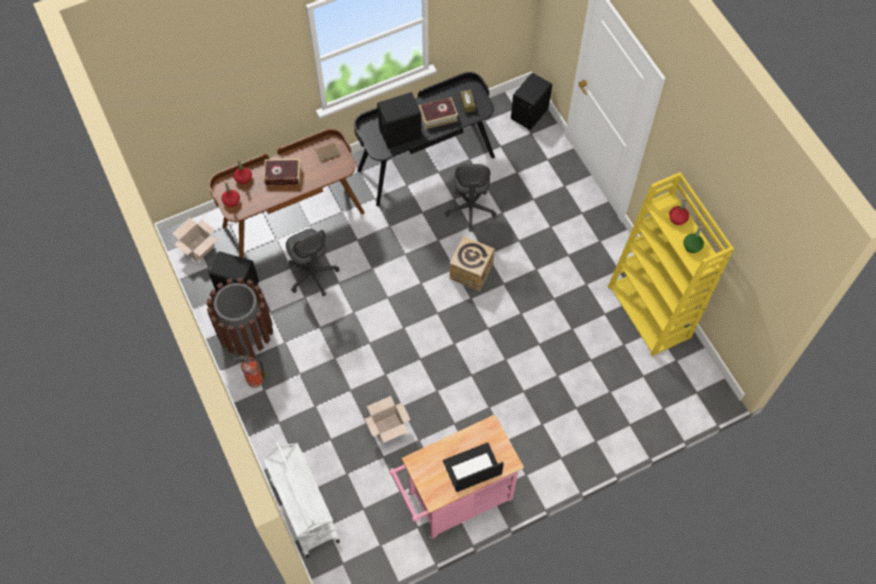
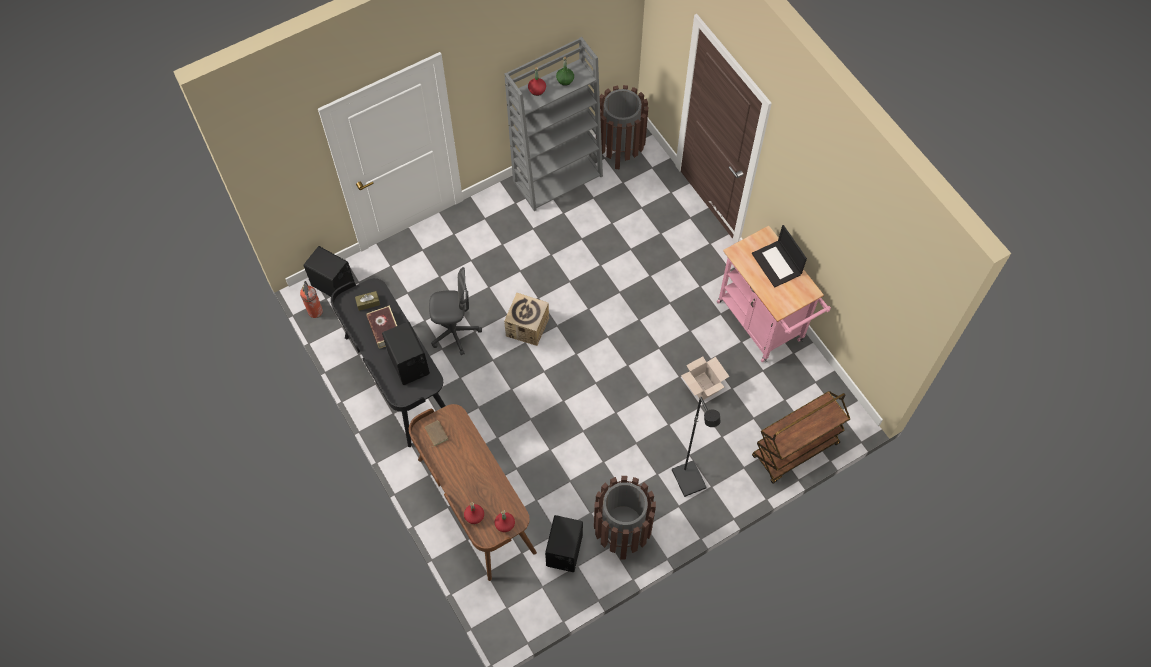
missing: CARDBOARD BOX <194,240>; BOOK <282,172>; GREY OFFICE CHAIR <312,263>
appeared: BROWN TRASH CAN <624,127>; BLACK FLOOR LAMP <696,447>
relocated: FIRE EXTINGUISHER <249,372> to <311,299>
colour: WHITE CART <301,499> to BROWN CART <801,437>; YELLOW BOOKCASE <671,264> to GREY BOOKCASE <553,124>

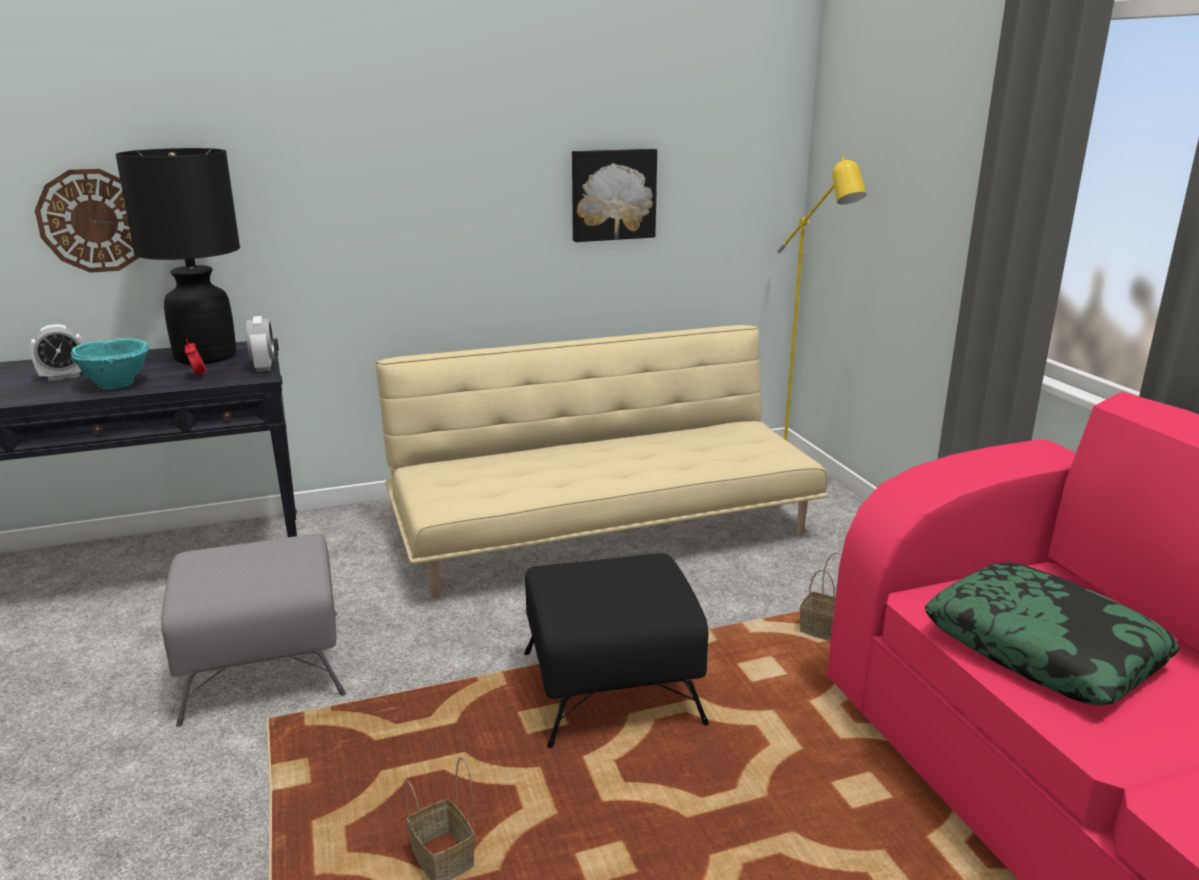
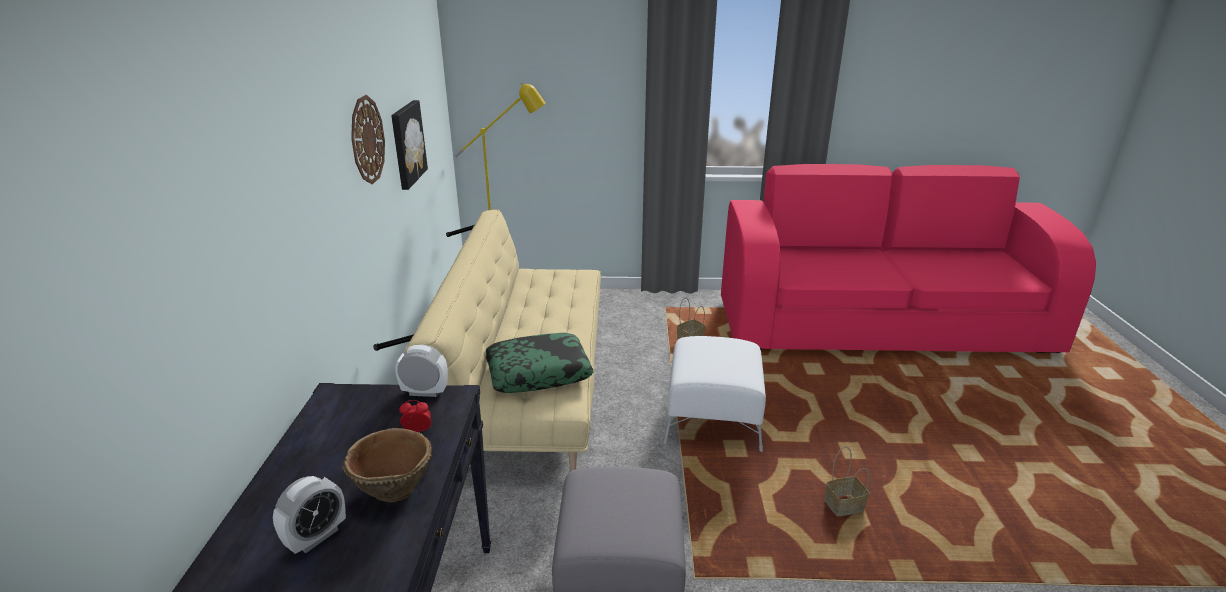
missing: BLACK TABLE LAMP <177,256>
relocated: WALL CLOCK <87,221> to <368,139>; PILLOW <1052,634> to <540,363>
colour: TURQUOISE BOWL <110,364> to BROWN BOWL <387,465>; BLACK OTTOMAN <616,650> to WHITE OTTOMAN <714,394>
spun: ALARM CLOCK <57,352> = <309,515> 45 degrees clockwise

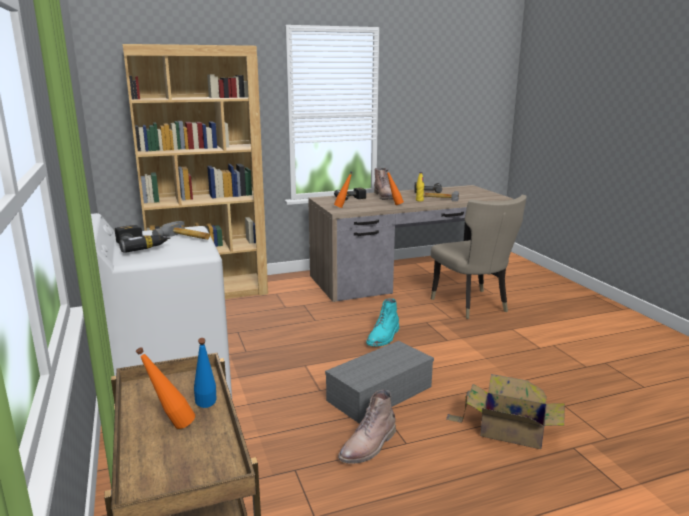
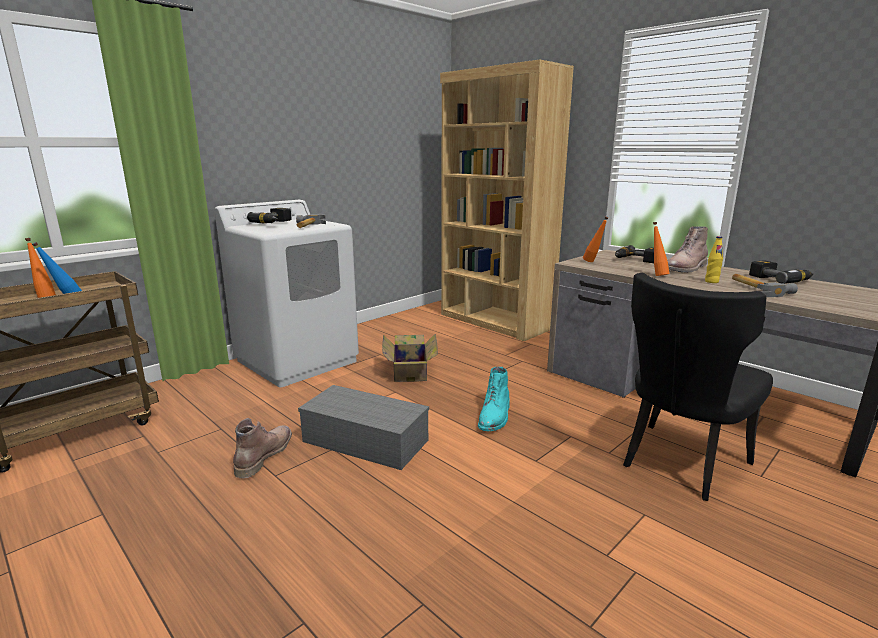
relocated: CARDBOARD BOX <505,411> to <410,358>
colour: BEIGE CHAIR <479,257> to BLACK CHAIR <698,387>
spun: BROWN BOOT <367,427> = <262,448> 90 degrees clockwise; TURQUOISE BOOT <382,322> = <494,399> 75 degrees counterclockwise

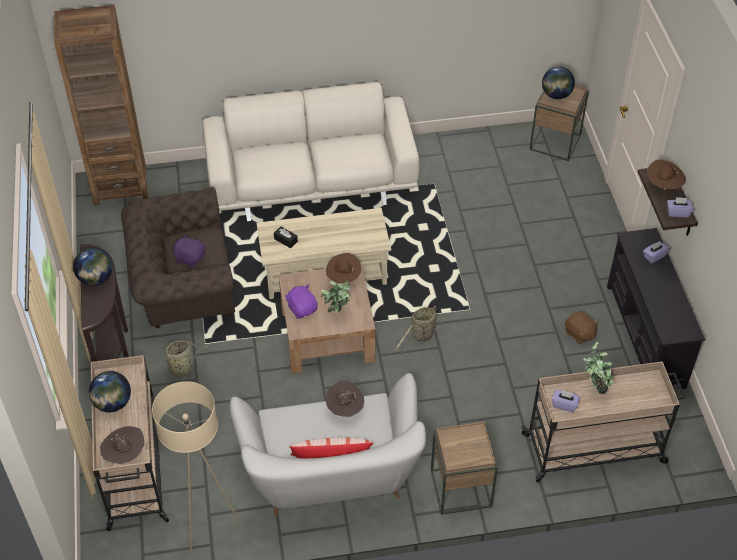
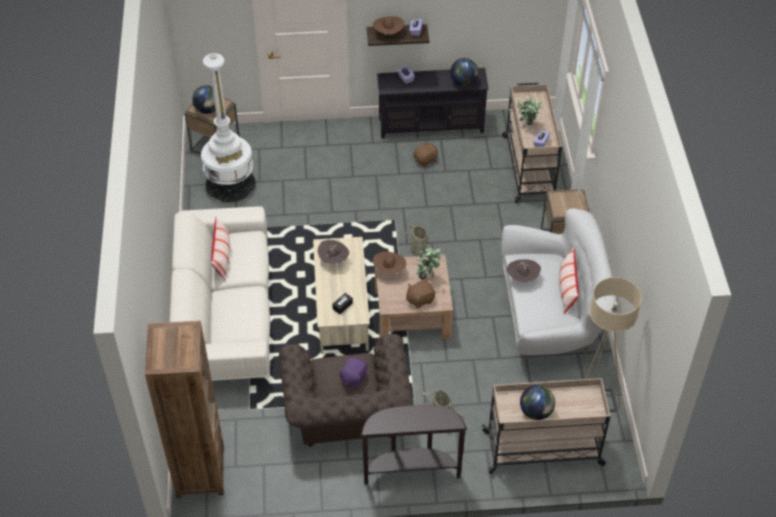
appeared: WHITE FLOOR LAMP <228,128>; PILLOW <220,249>
relocated: GLOBE <93,266> to <464,72>; BROWN HAT <122,445> to <333,252>
colour: PURPLE PLUSH TOY <301,302> to BROWN PLUSH TOY <420,294>

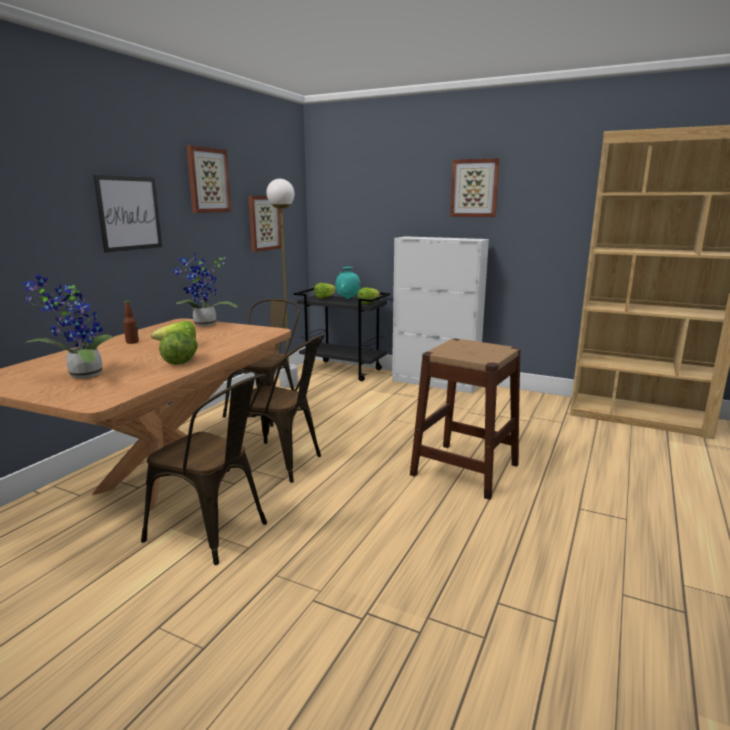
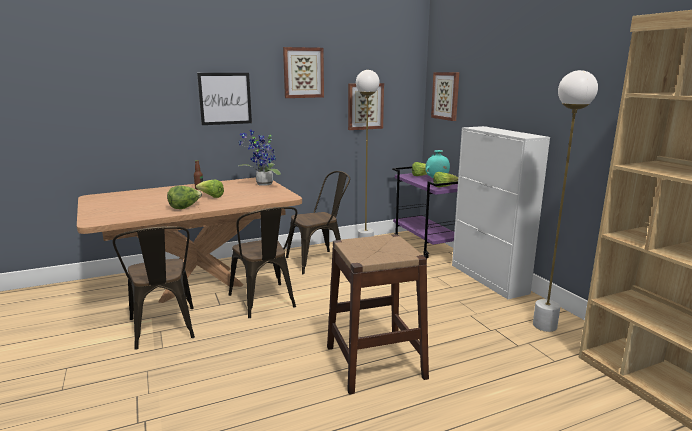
missing: POTTED PLANT <68,326>
appeared: WHITE FLOOR LAMP <565,201>
relocated: PICTURE <475,187> to <445,96>
colour: BLACK CART <342,334> to PURPLE CART <425,212>

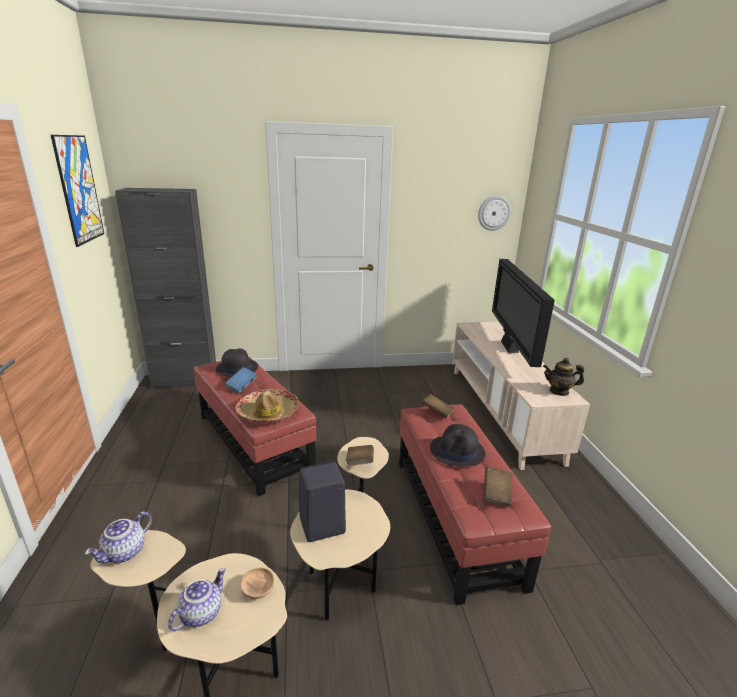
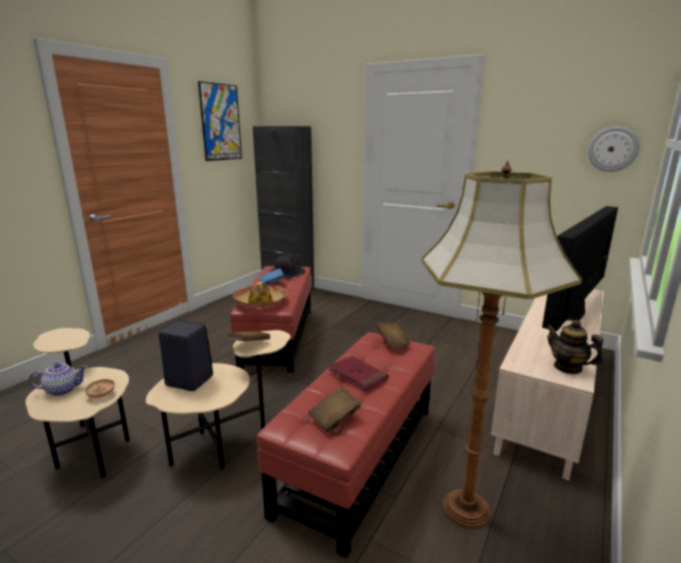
missing: TEAPOT <118,538>
appeared: FLOOR LAMP <501,344>
exchanged: BLACK HAT <457,445> to RED BOOK <359,373>

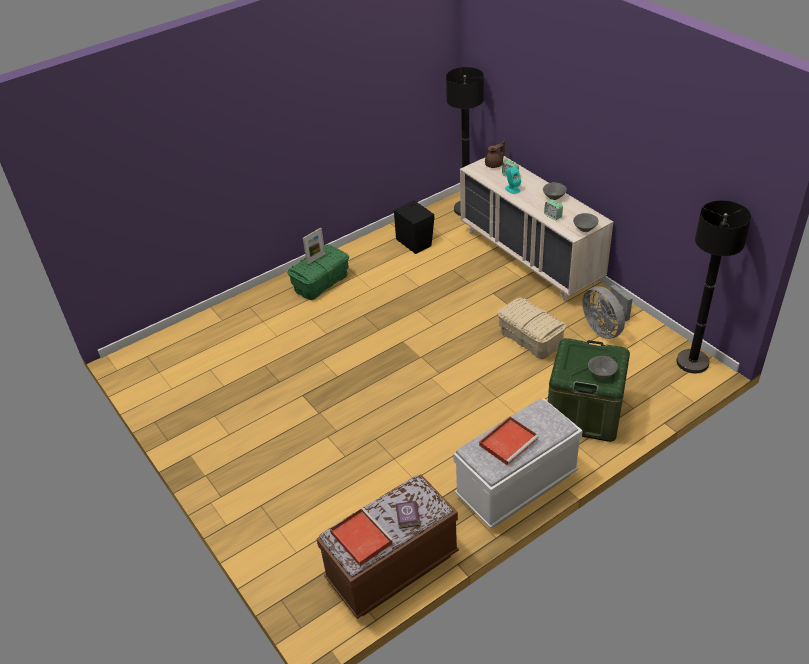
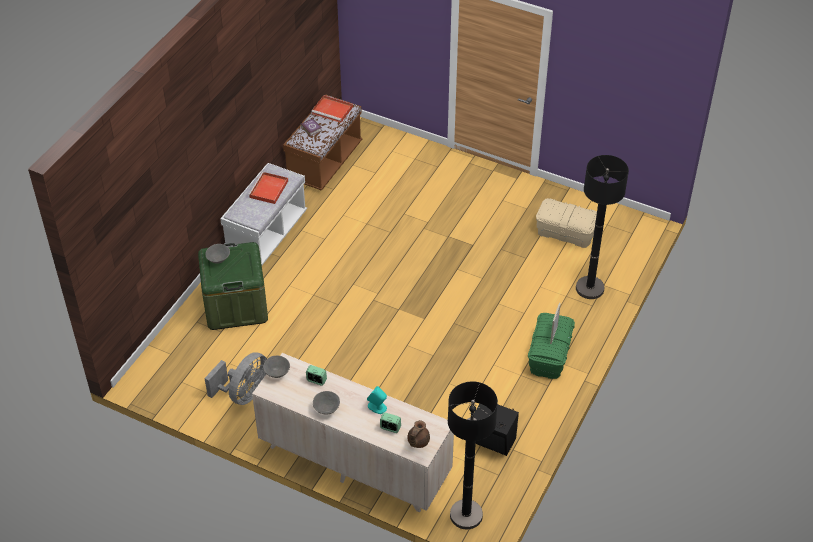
relocated: BEIGE STORAGE BOX <531,328> to <566,223>; BLACK FLOOR LAMP <713,287> to <602,227>
spun: GREY FAN <607,311> = <236,378> 90 degrees clockwise

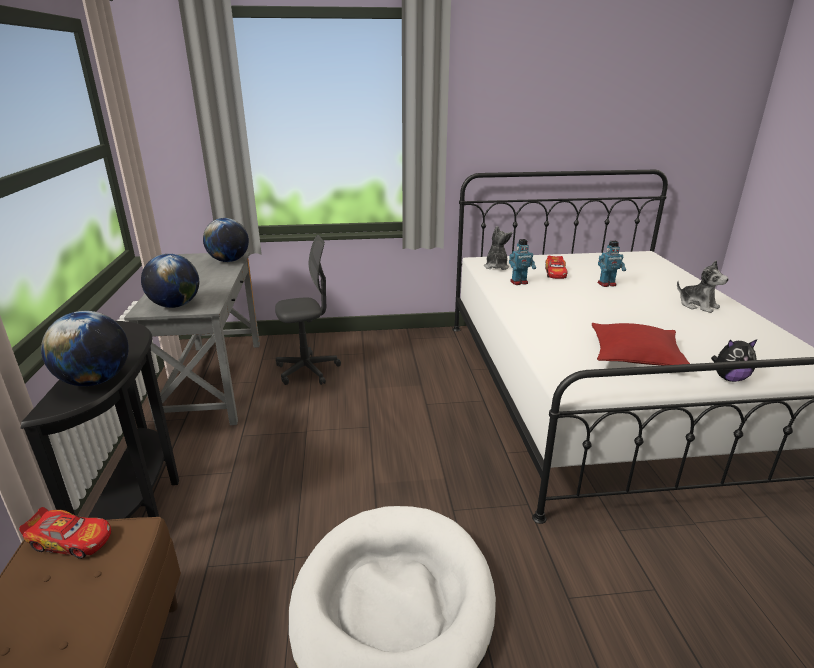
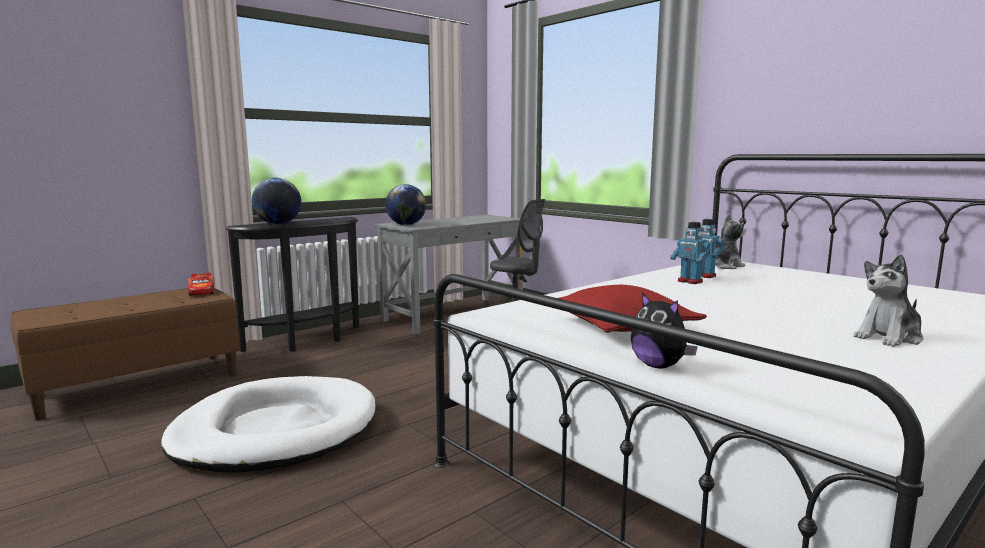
missing: GLOBE <226,240>; TOY CAR <556,267>
relocated: TOY ROBOT <612,264> to <690,253>
spun: PLUSH TOY <702,287> = <888,300> 45 degrees clockwise

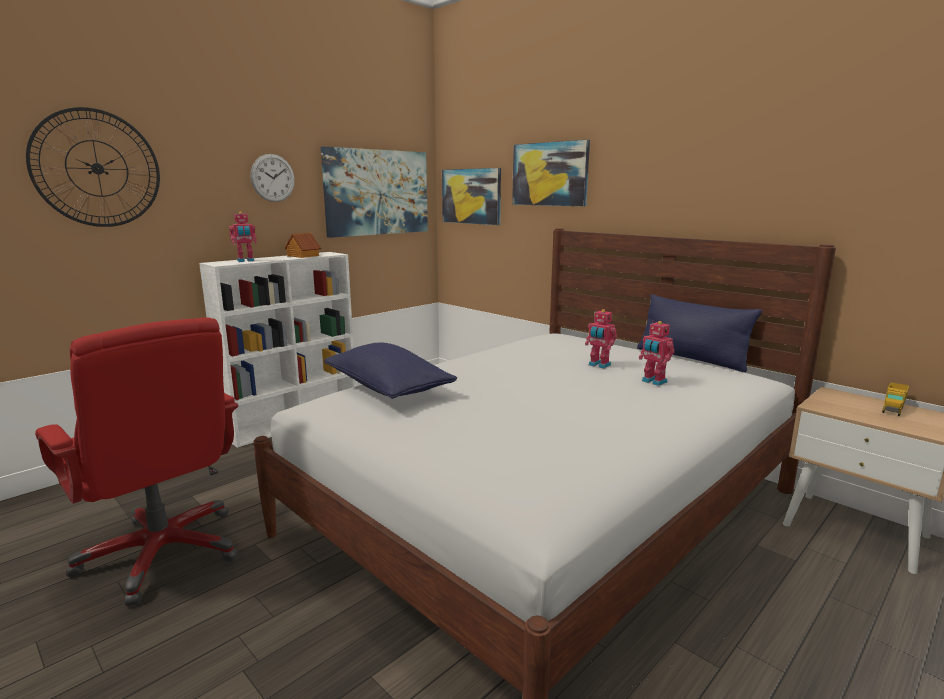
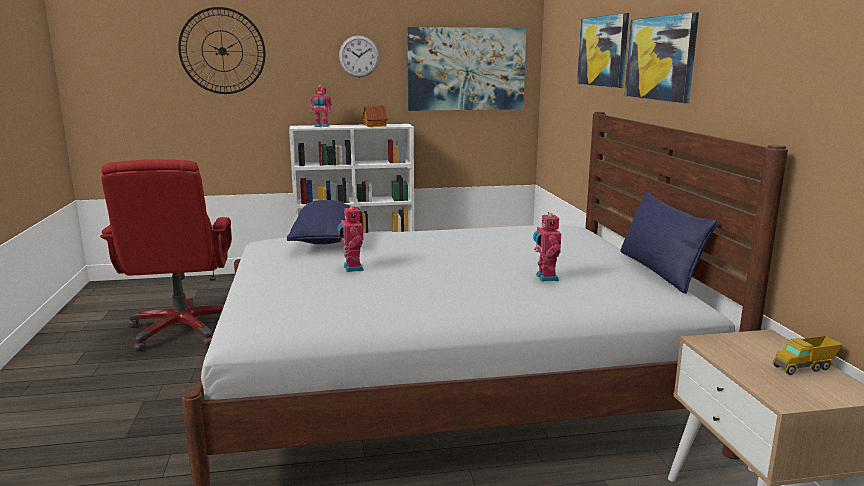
relocated: PICTURE <471,196> to <662,57>; TOY ROBOT <601,338> to <351,238>

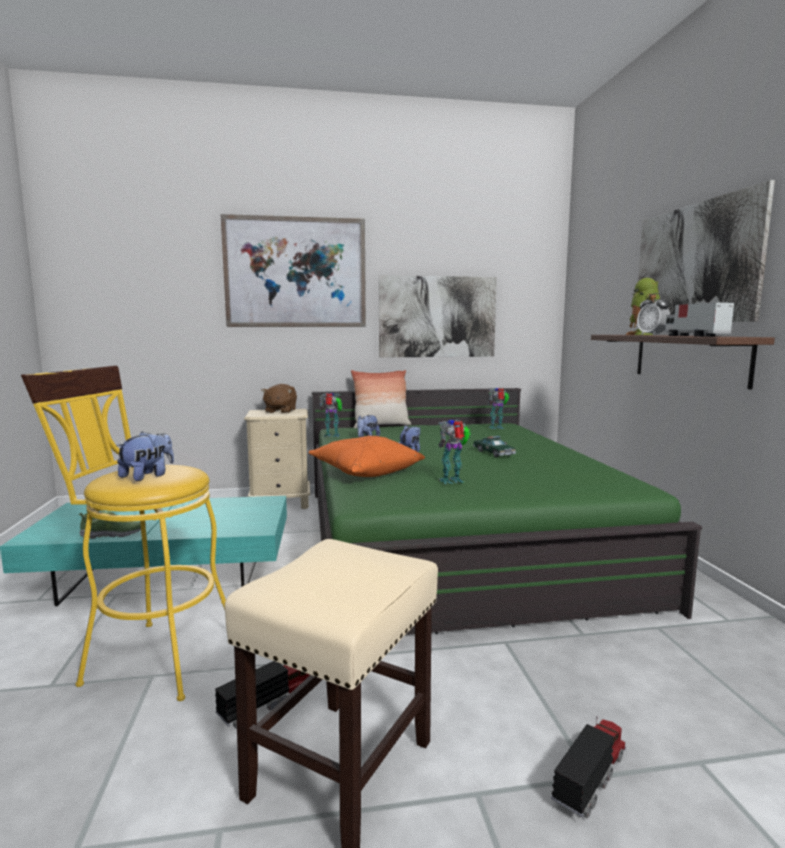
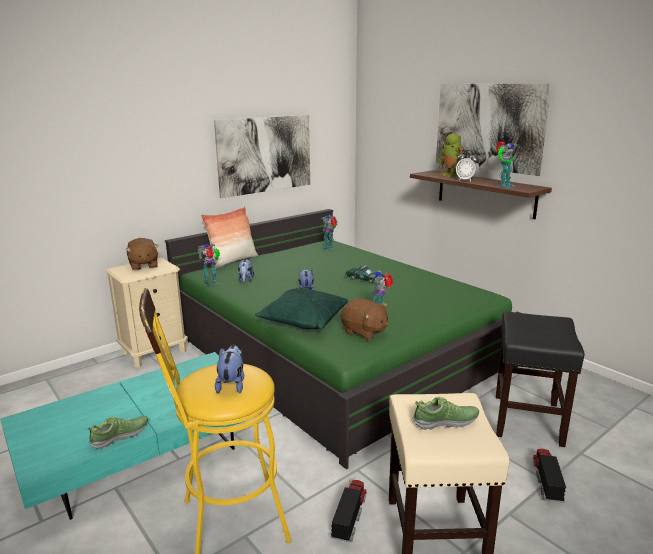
missing: PICTURE <293,270>
appeared: BROWN PLUSH TOY <364,319>; SHOE <445,413>; BLACK STOOL <540,379>
exchanged: TOY TRUCK <699,320> to TOY ROBOT <507,164>
colour: ORANGE PILLOW <366,456> to GREEN PILLOW <301,308>

